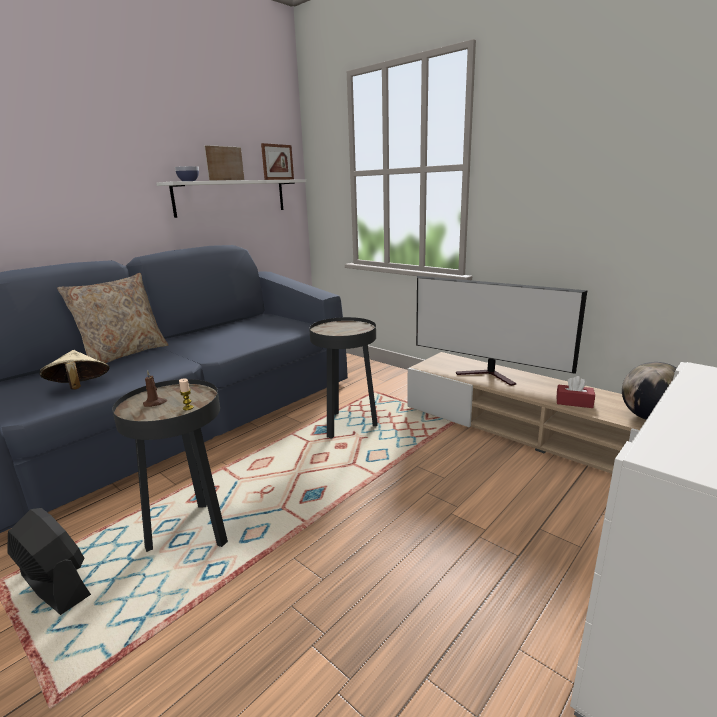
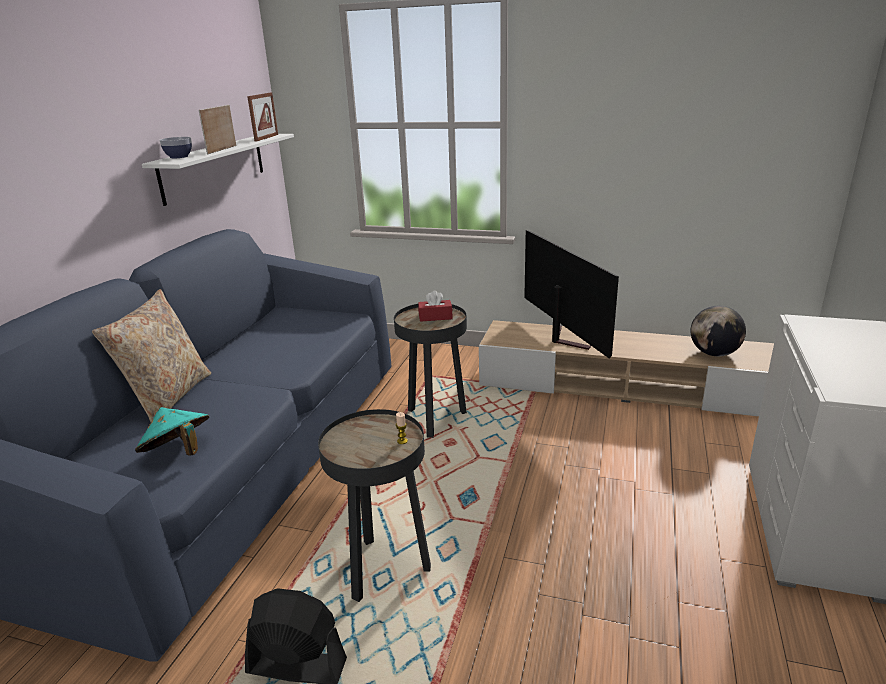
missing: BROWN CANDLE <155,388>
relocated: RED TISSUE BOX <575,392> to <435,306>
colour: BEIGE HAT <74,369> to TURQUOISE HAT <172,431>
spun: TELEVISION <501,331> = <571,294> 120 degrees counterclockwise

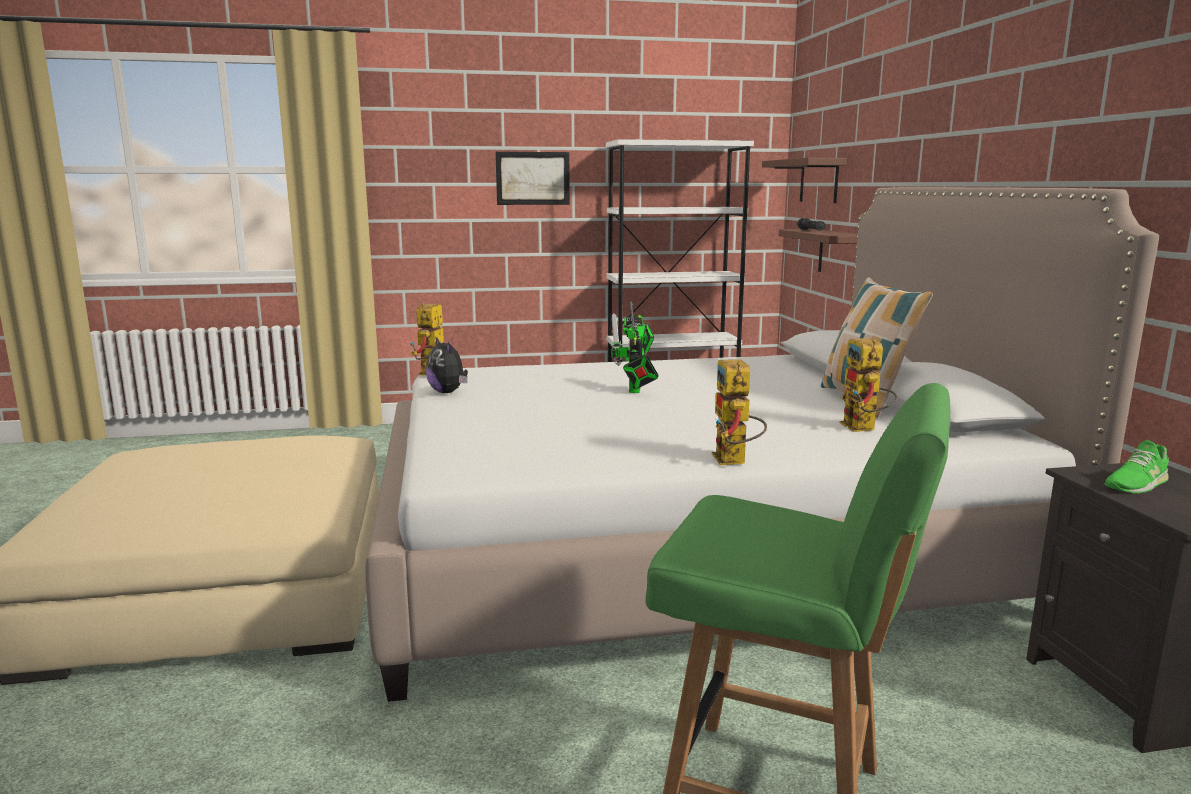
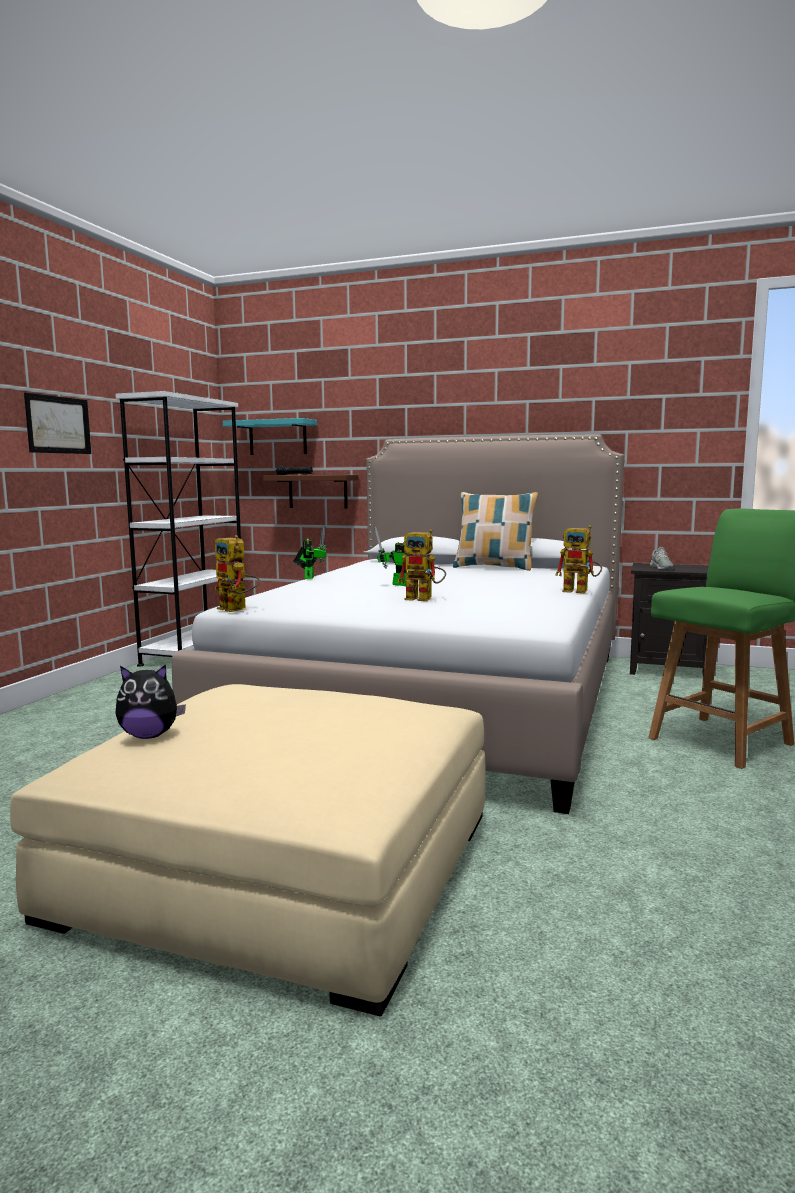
relocated: PLUSH TOY <447,365> to <150,701>; TOY ROBOT <869,385> to <421,565>
colour: BROWN SHELF <804,180> to TURQUOISE SHELF <270,436>; GREEN SHOE <1136,466> to GREY SHOE <662,558>

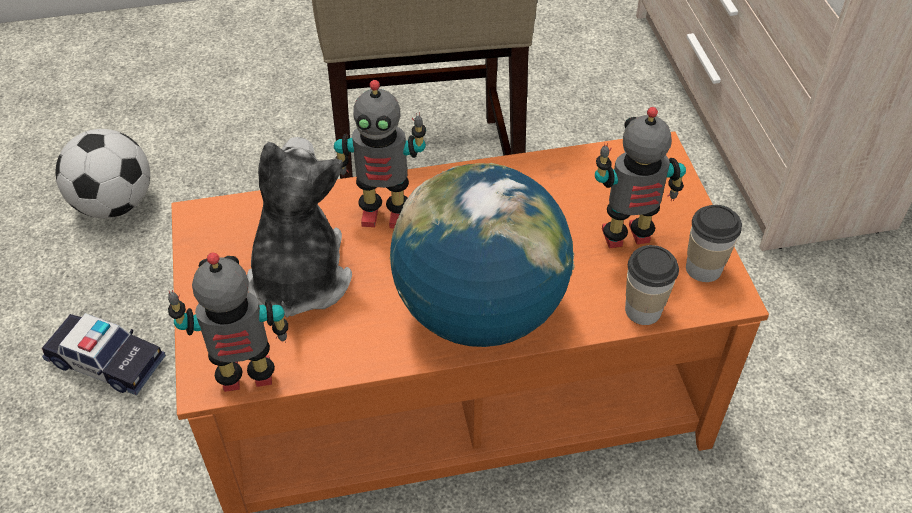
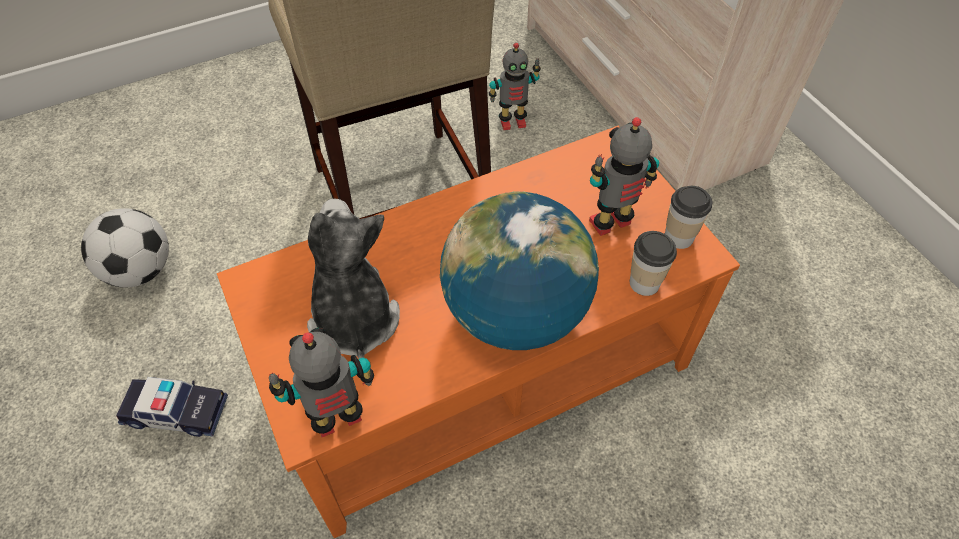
relocated: TOY ROBOT <380,154> to <515,86>

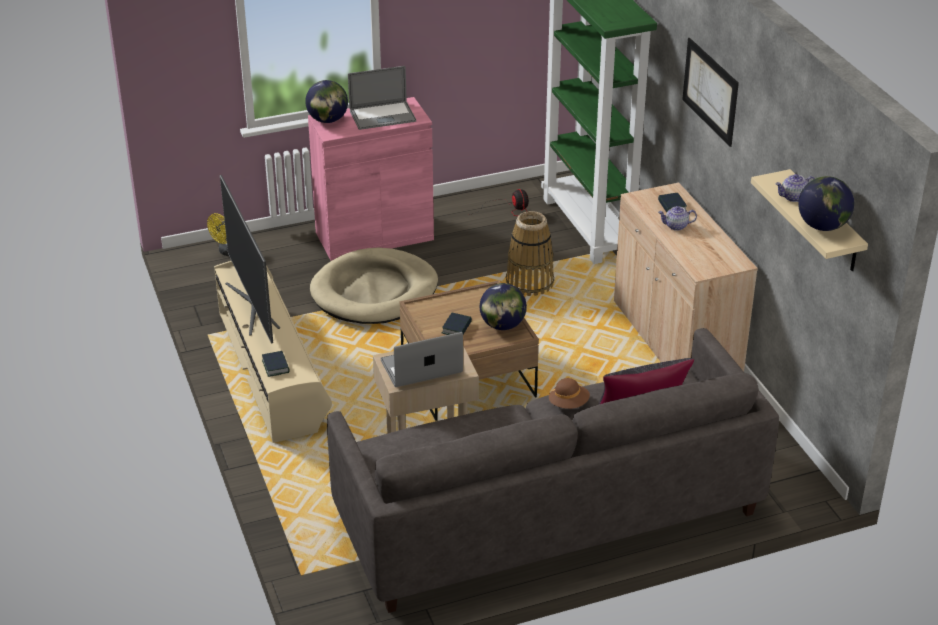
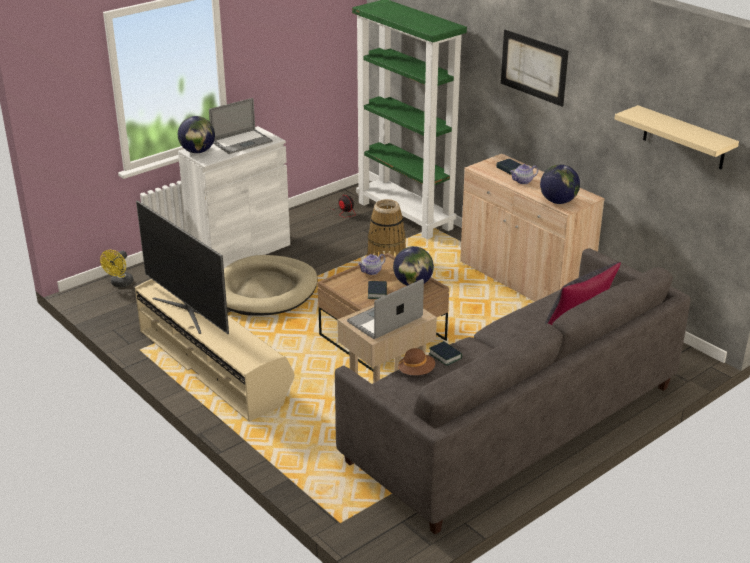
relocated: BOOK <275,364> to <445,353>; BROWN HAT <569,393> to <416,361>; TEAPOT <795,188> to <371,264>; GLOBE <826,203> to <560,184>
colour: PINK CABINET <371,179> to WHITE CABINET <234,197>

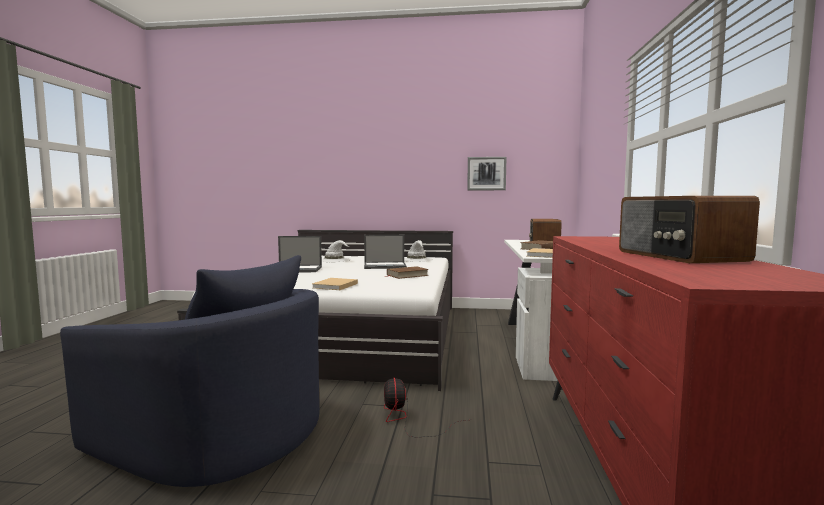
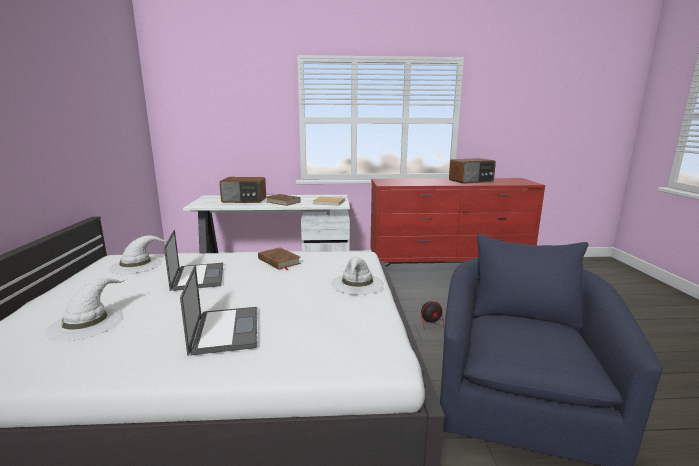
missing: PICTURE <487,173>
exchanged: BEIGE BOOK <335,284> to WHITE HAT <357,276>

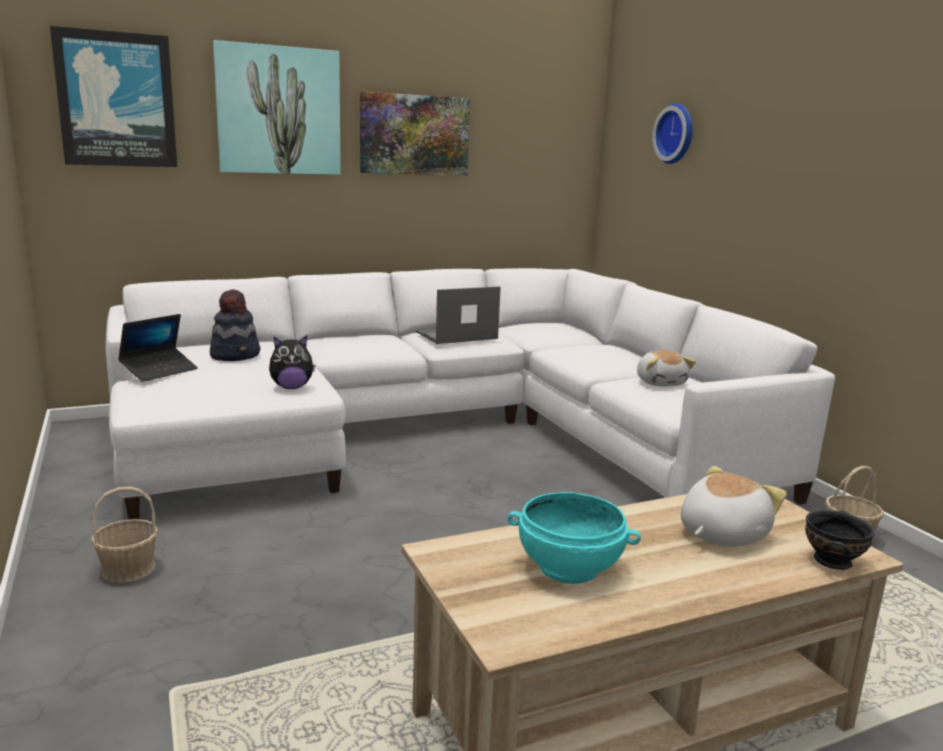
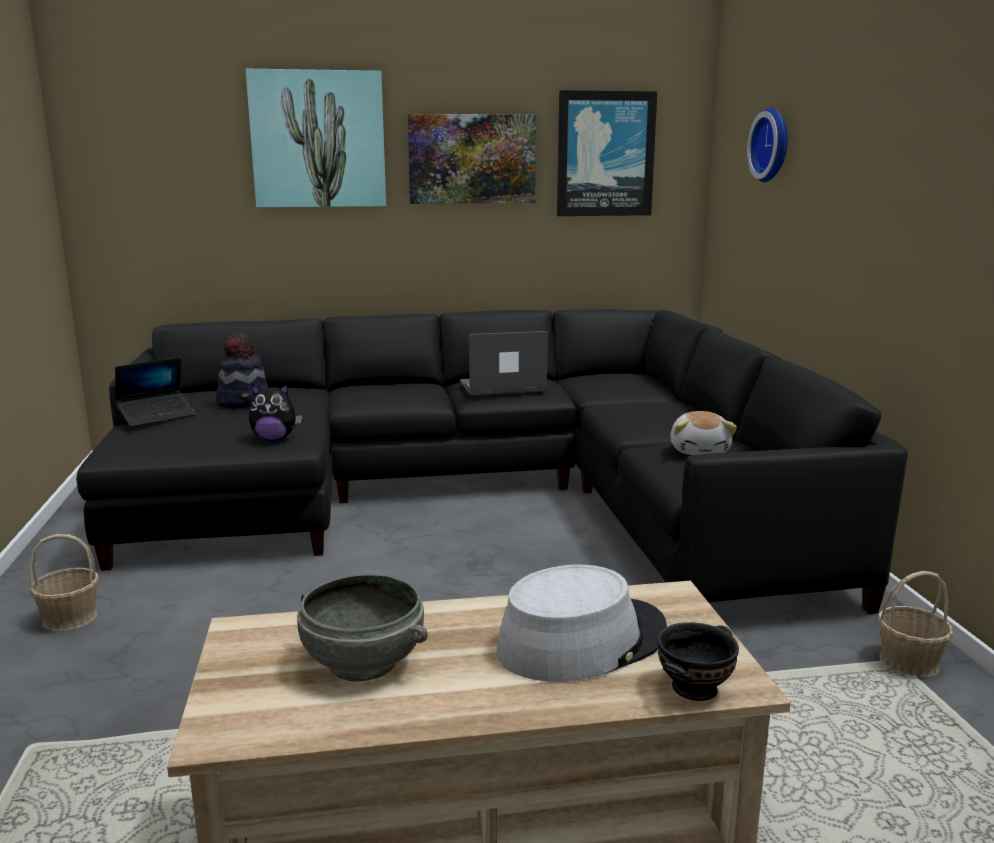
relocated: PICTURE <113,96> to <607,153>
exchanged: PLUSH TOY <734,506> to GREY HAT <581,623>
colour: WHITE SOFA <470,394> to BLACK SOFA <492,461>; TURQUOISE BOWL <574,538> to GREY BOWL <362,628>

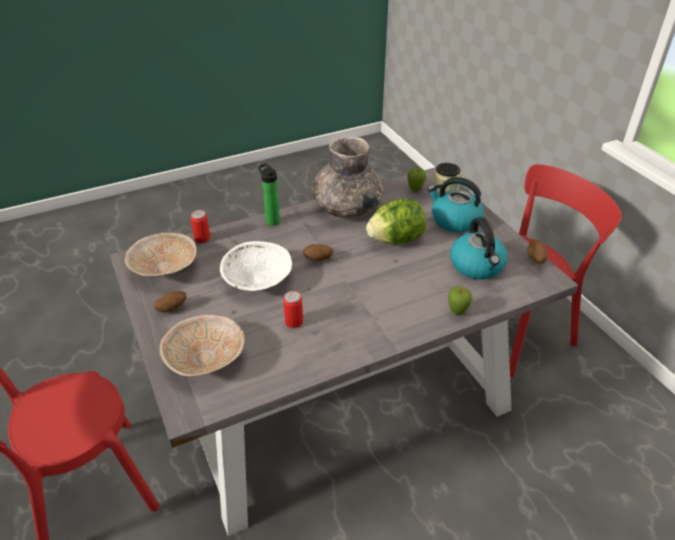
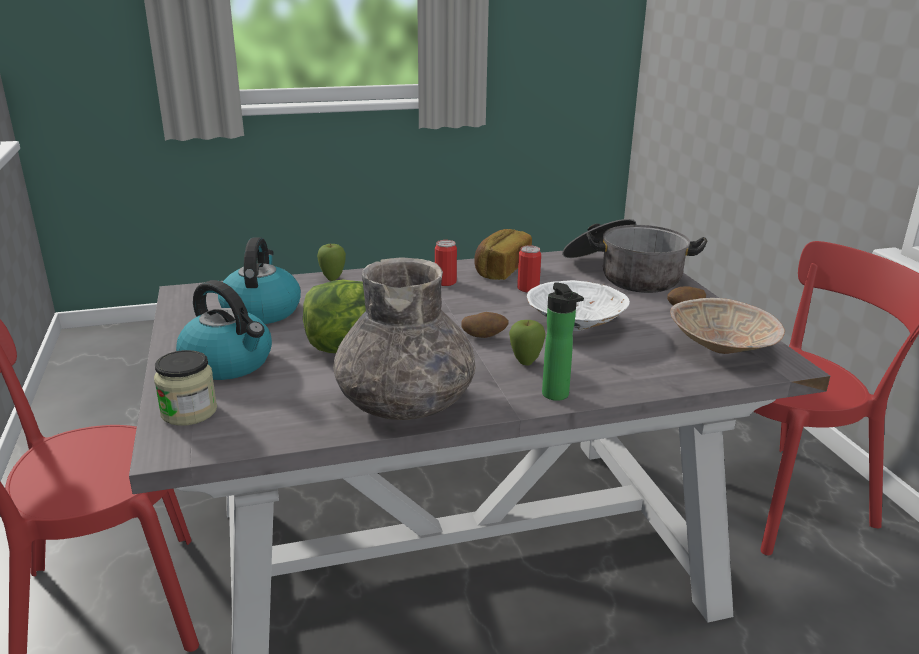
missing: POTATO <537,252>
appeared: BREAD <503,254>
relocated: CAN <200,226> to <446,263>; APPLE <417,180> to <527,342>
exchanged: BEIGE BOWL <202,345> to COOKING POT <634,256>

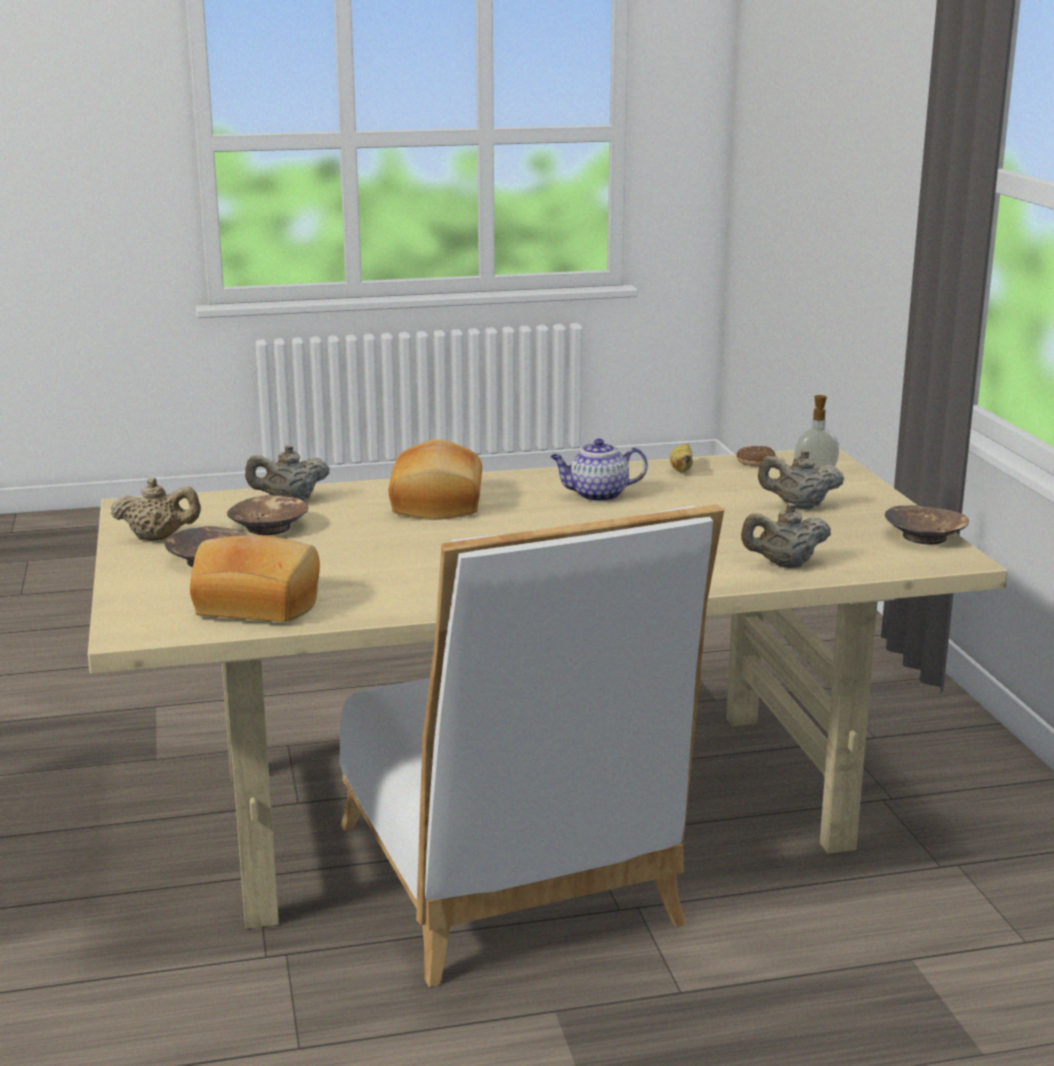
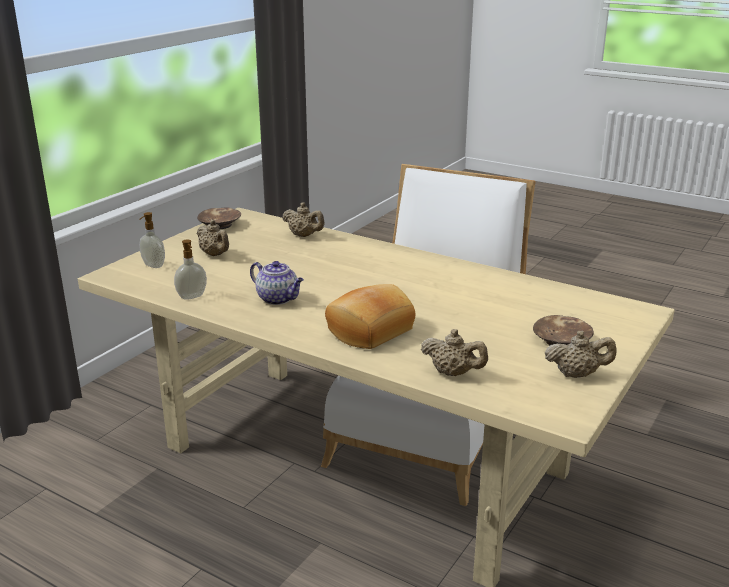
missing: BREAD <255,578>; BROWN BOWL <267,515>; DONUT <756,456>
exchanged: BANANA <681,458> to SOAP DISPENSER <190,270>
spun: BEIGE TEAPOT <156,509> = <581,354> 135 degrees clockwise

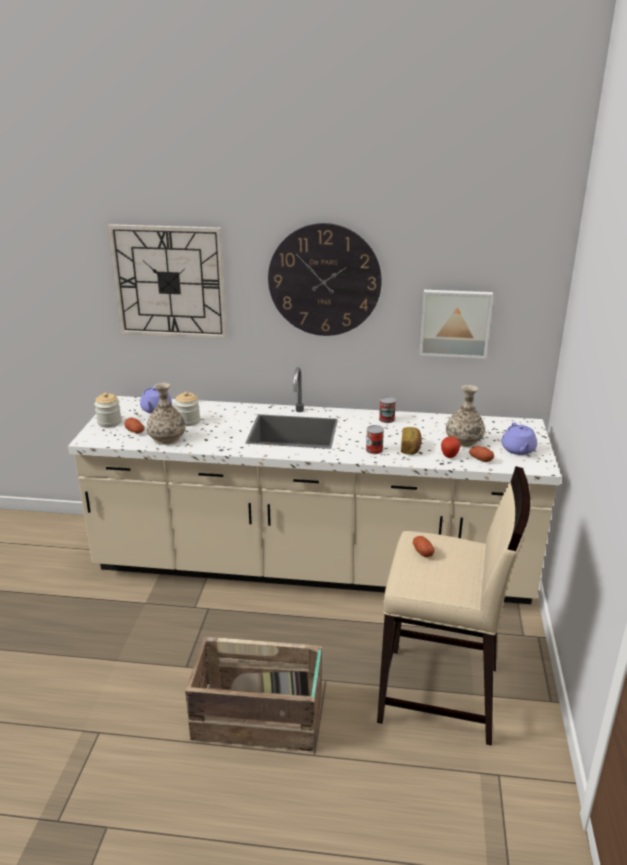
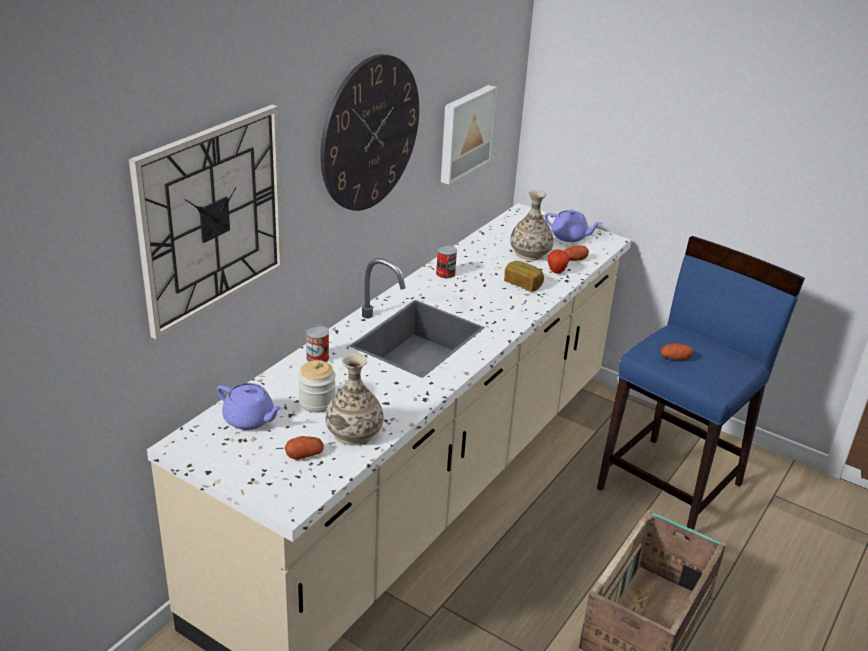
missing: JAR <108,409>
relocated: CAN <375,439> to <317,343>
colour: BEIGE STOOL <453,606> to BLUE STOOL <701,388>

